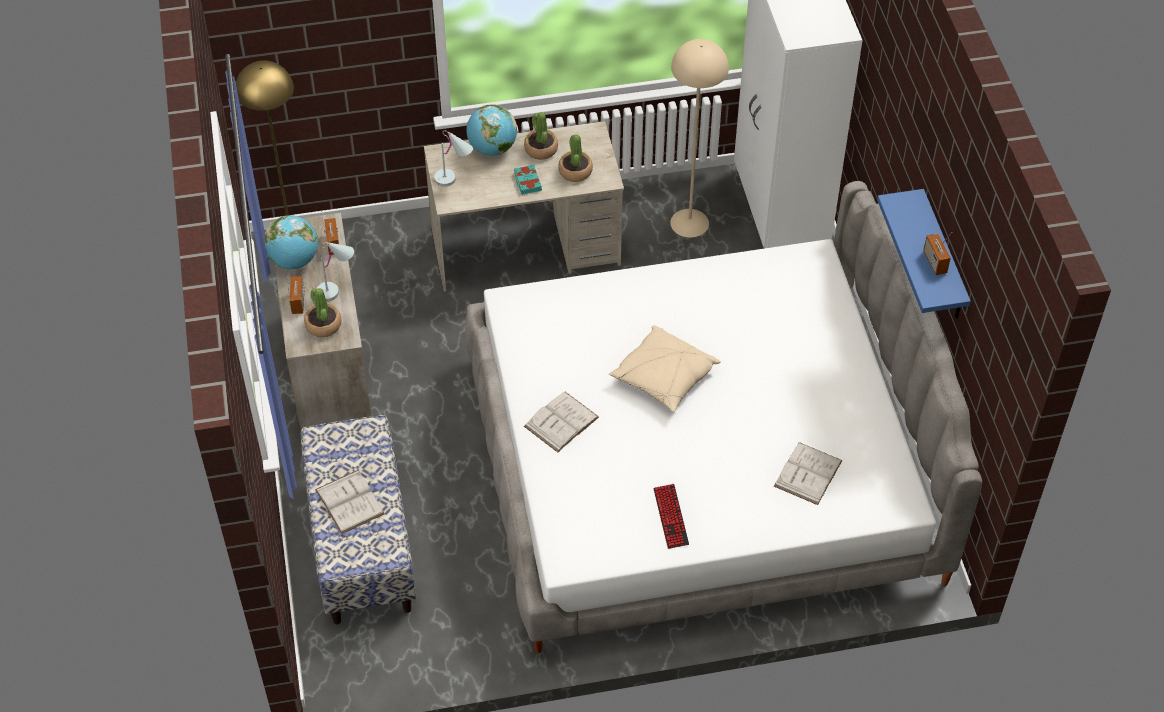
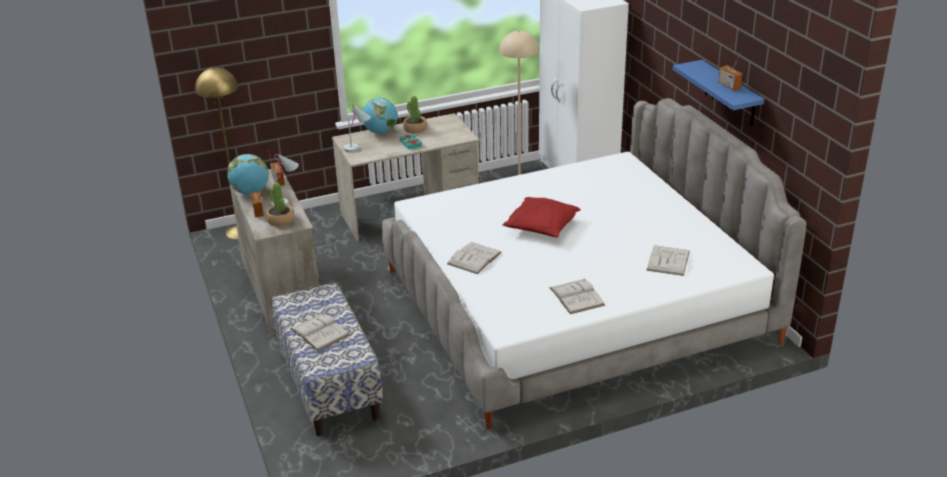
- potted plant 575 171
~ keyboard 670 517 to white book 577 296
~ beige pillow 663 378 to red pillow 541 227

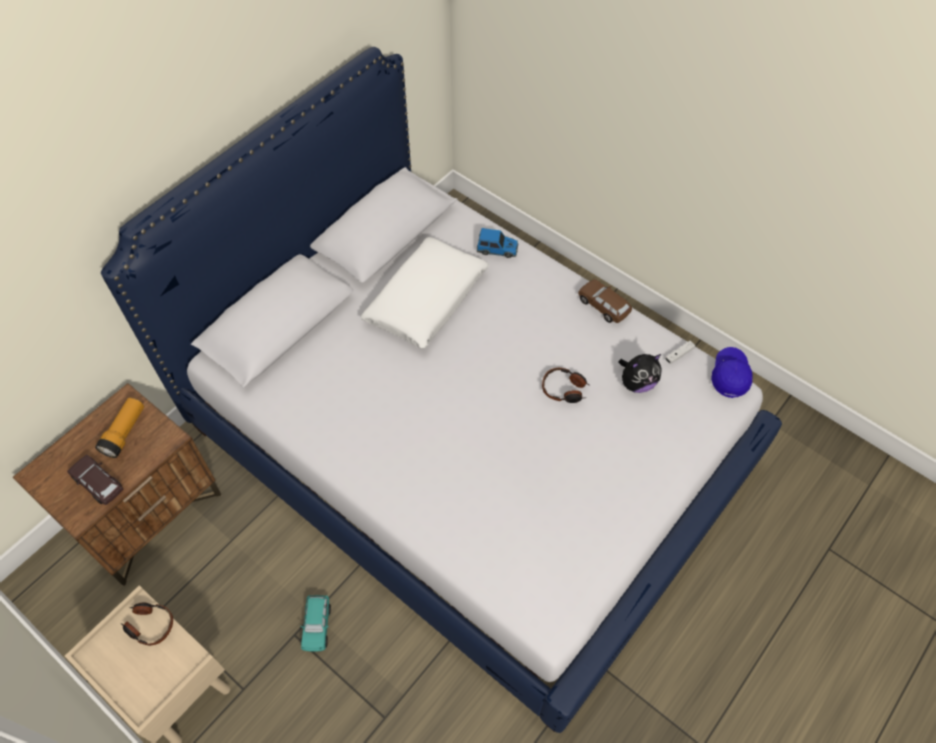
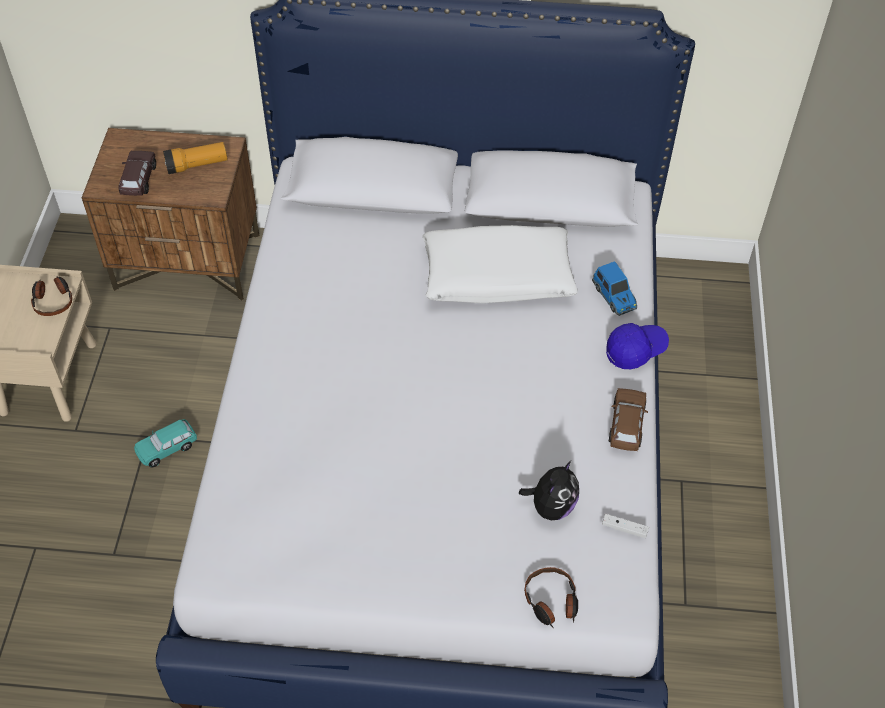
~ headphones 564 389 to 551 602
~ blue cap 729 376 to 635 350
~ plush toy 637 383 = 551 506 90 degrees counterclockwise

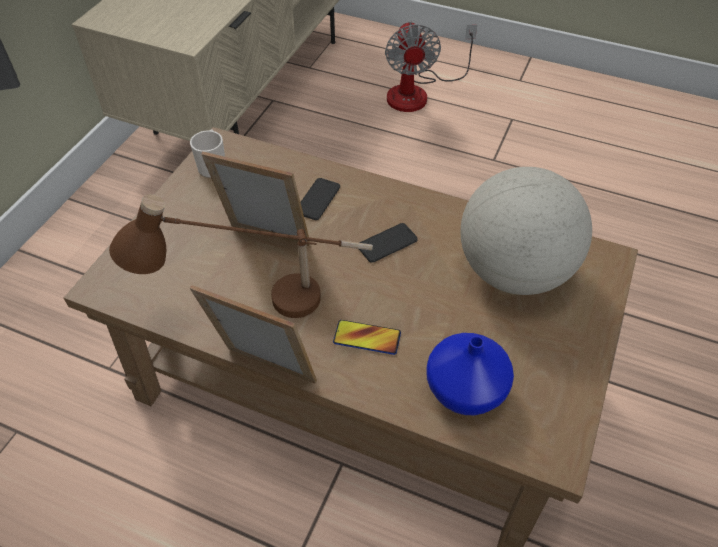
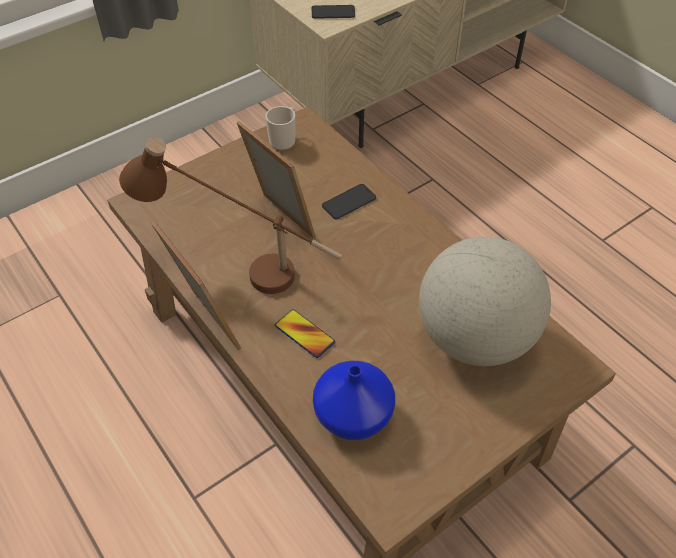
- fan 418 92
~ phone 387 243 to 333 12

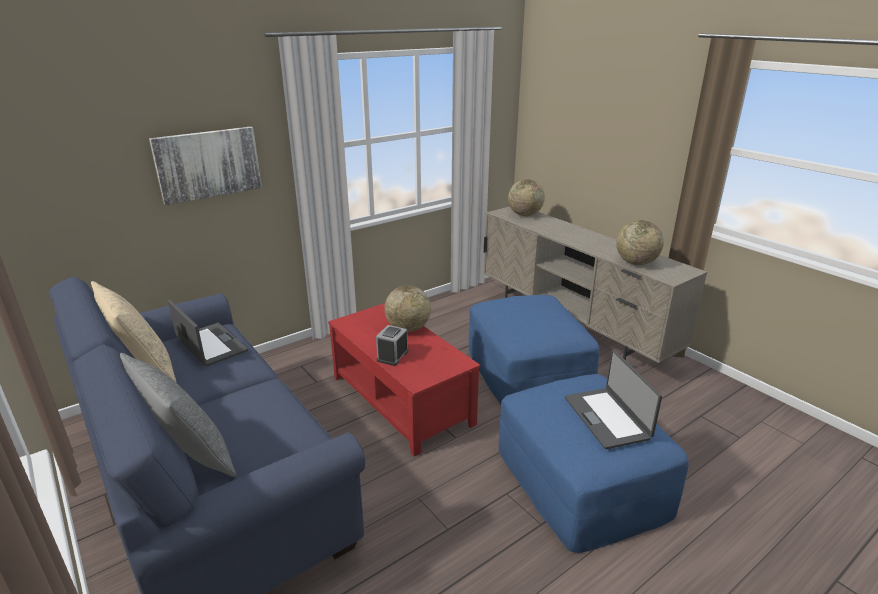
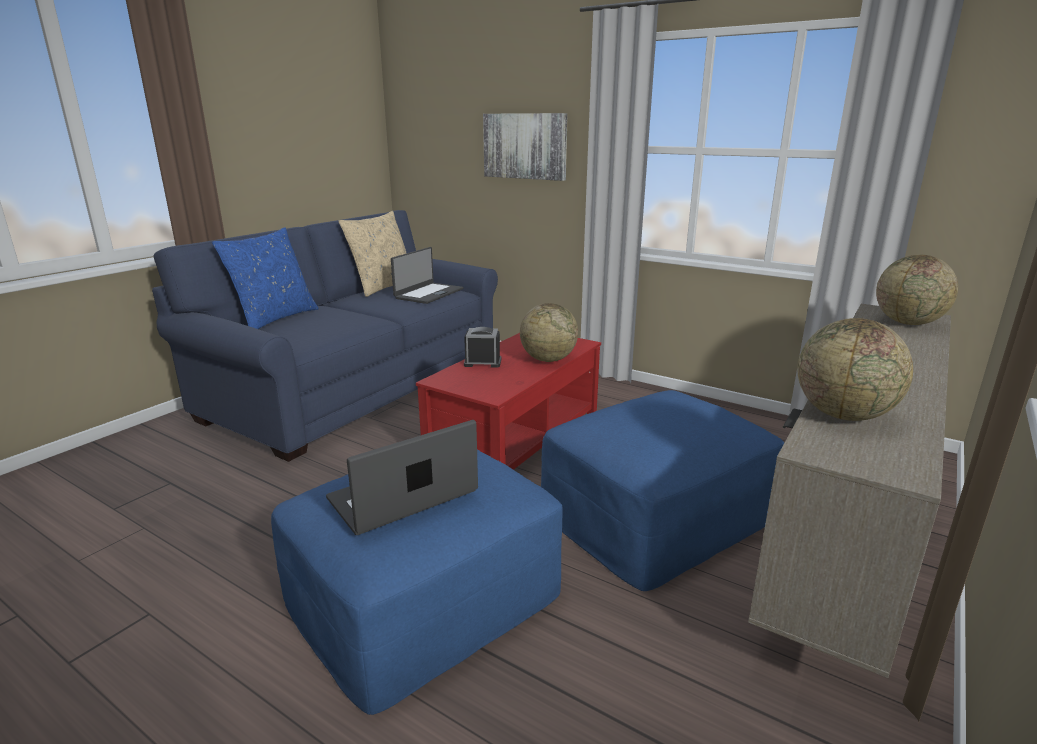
~ grey pillow 189 458 to blue pillow 275 318

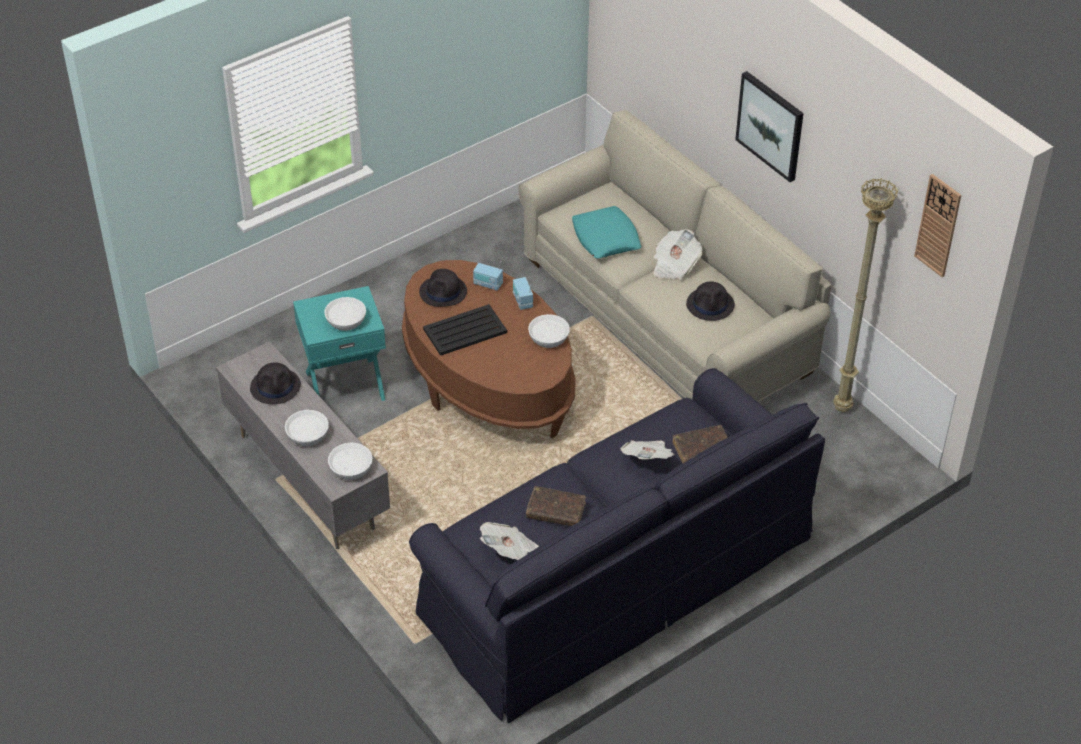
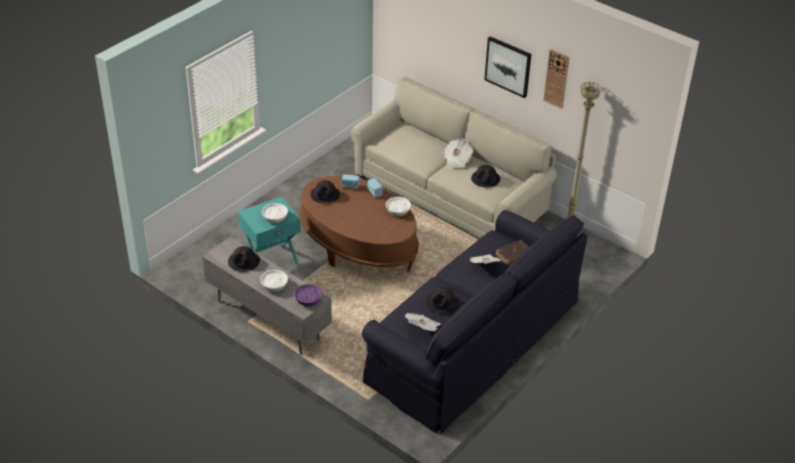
- black tray 464 331
- turquoise pillow 606 238
~ wall clock 938 225 to 556 78
~ brown book 556 511 to black hat 442 302
~ white bowl 350 468 to purple bowl 308 299

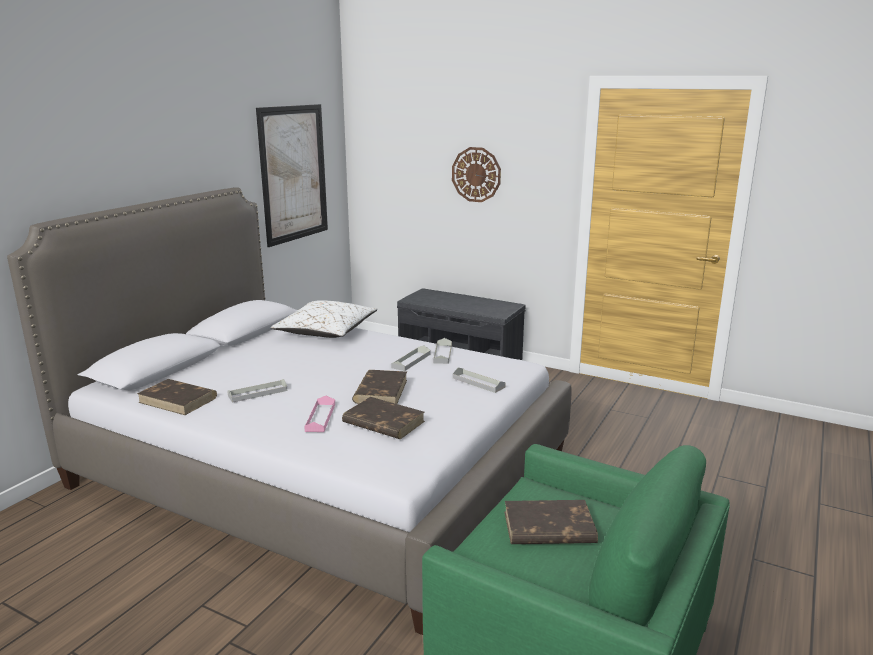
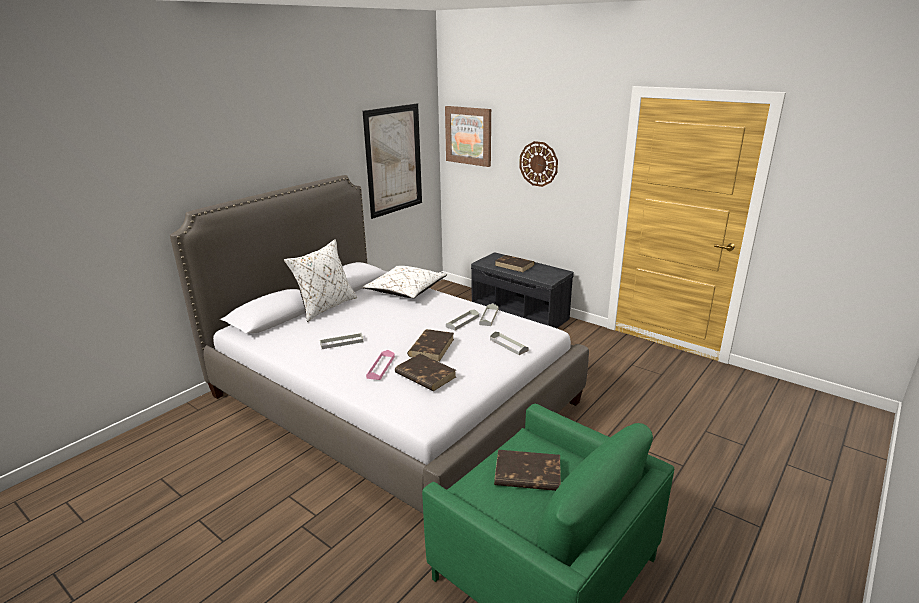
+ white pillow 325 307
+ picture 469 135
~ brown book 178 400 to 514 265

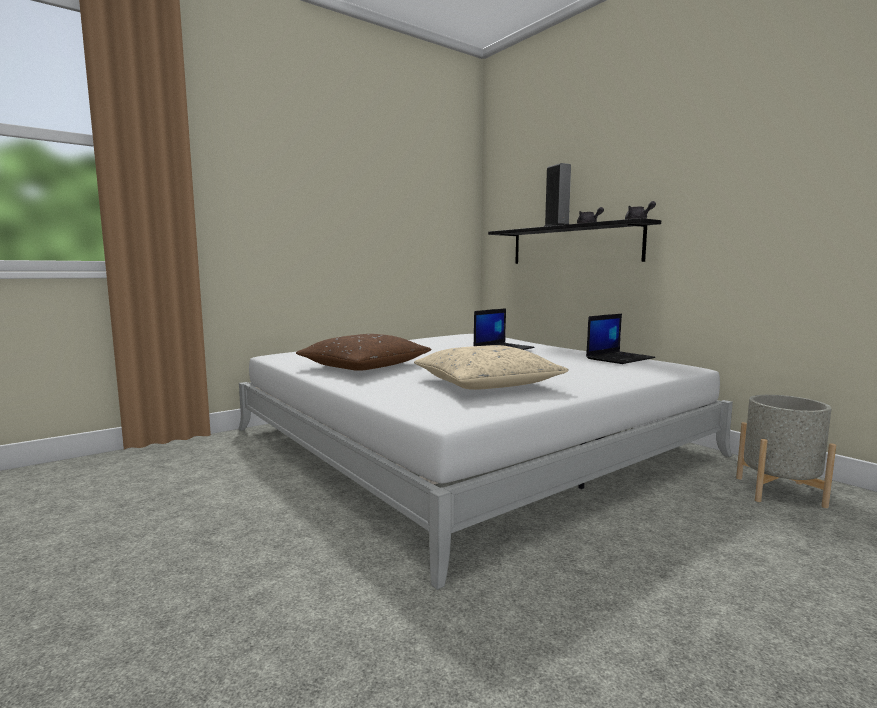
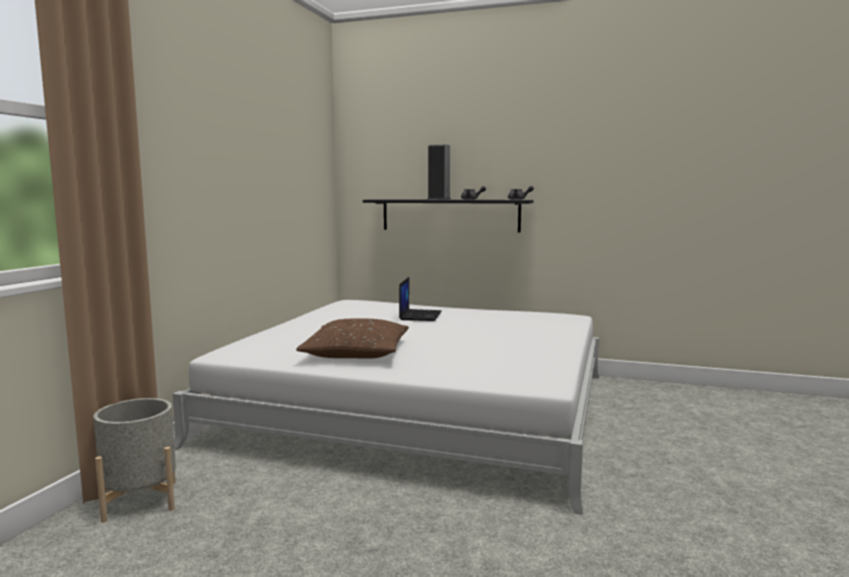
- beige pillow 486 384
- laptop 620 358
~ grey planter 779 491 to 140 500

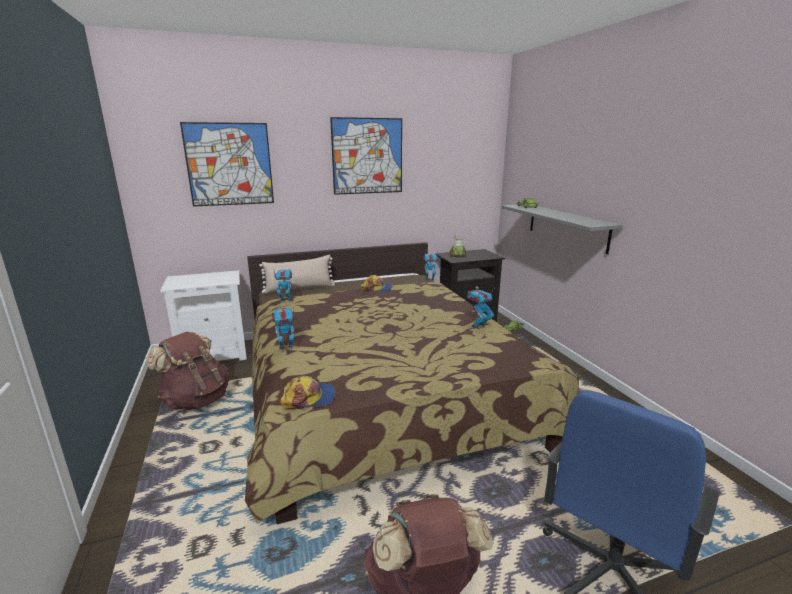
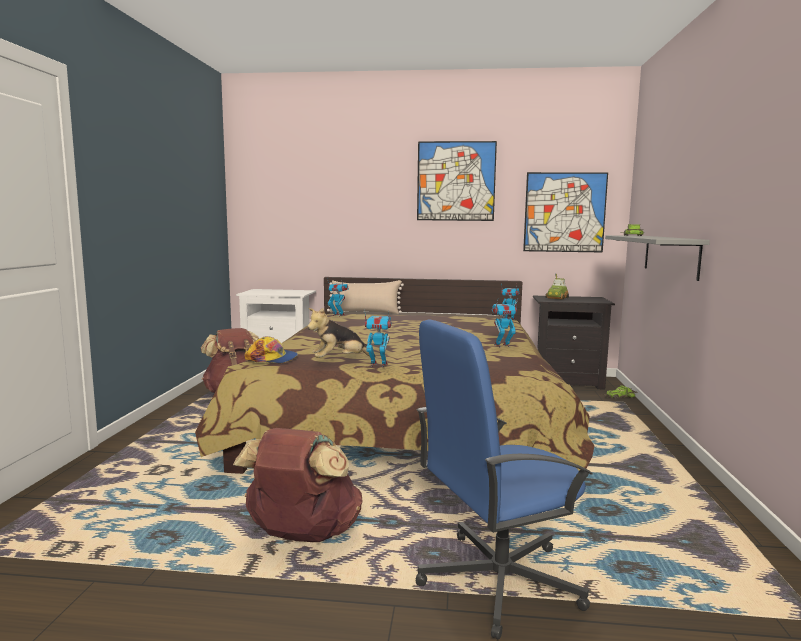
- cap 377 288
+ plush toy 339 361
~ picture 229 164 to 564 212
~ toy robot 286 348 to 378 365

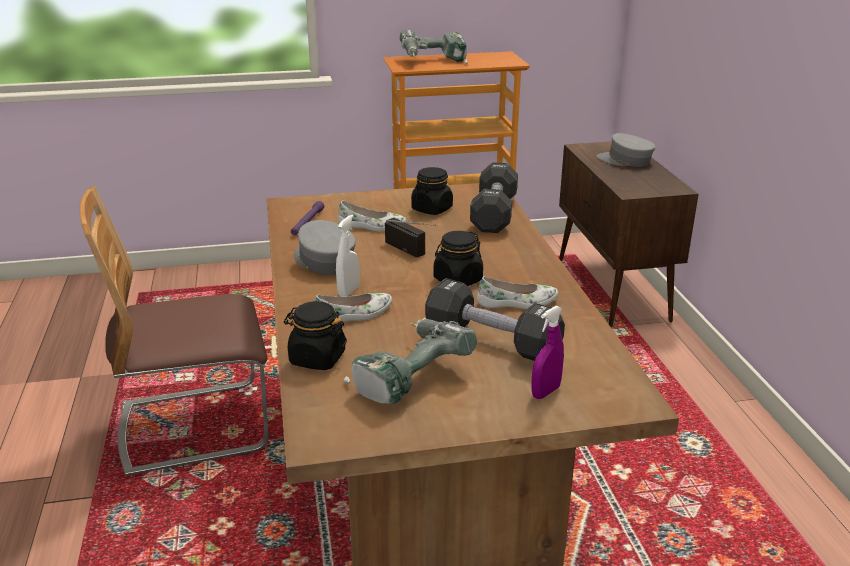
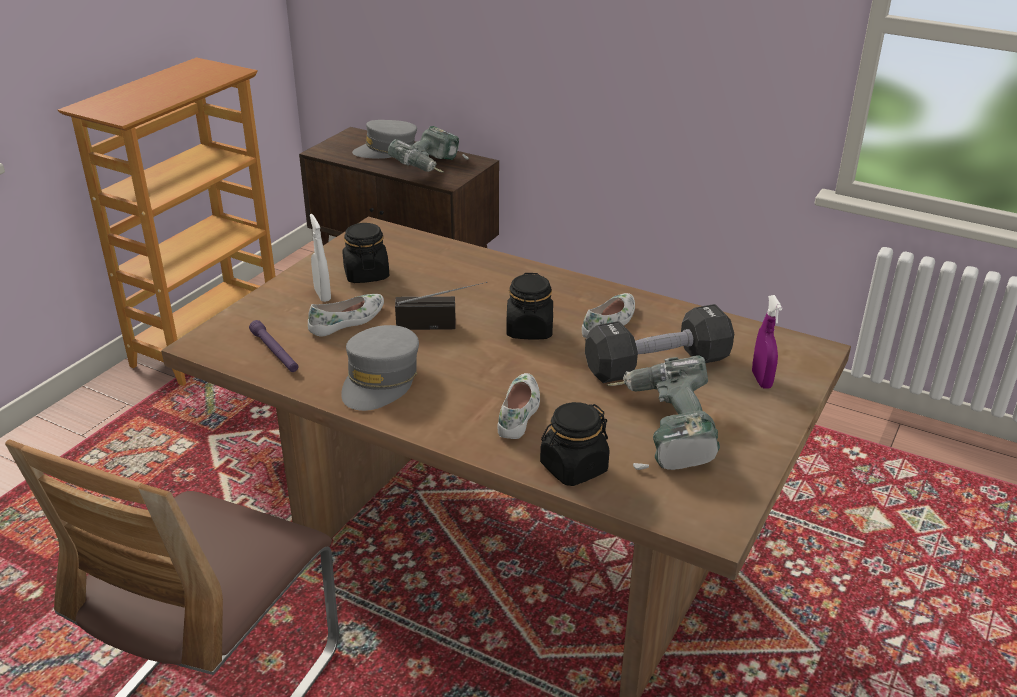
- black dumbbell 494 214
~ white spray bottle 348 291 to 322 295
~ power drill 433 62 to 431 168
~ grey cap 323 261 = 380 380 75 degrees counterclockwise

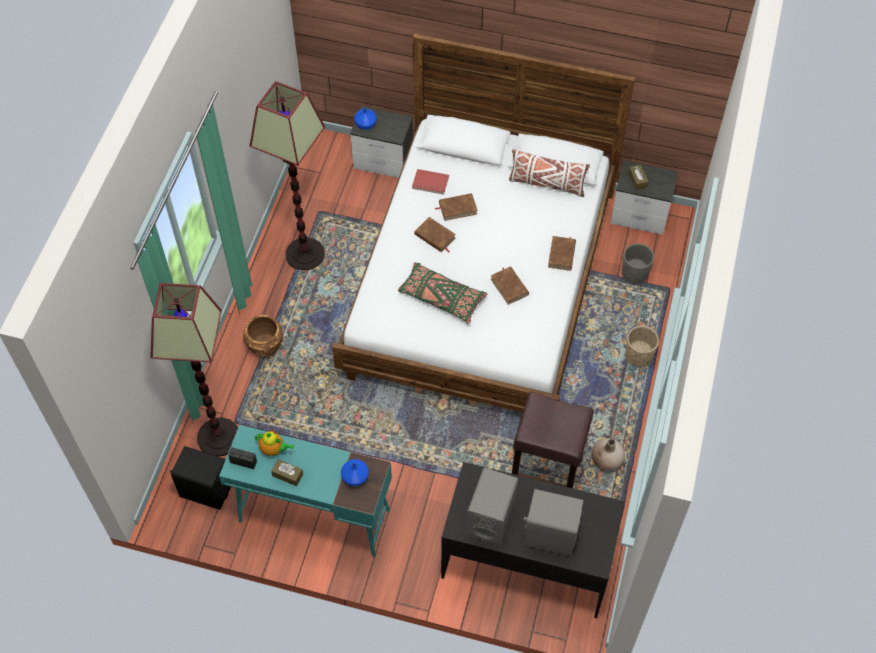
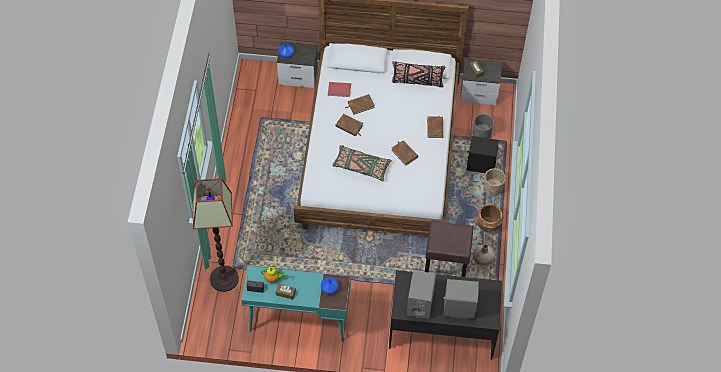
- floor lamp 305 254
~ black speaker 206 490 to 480 164
~ brown planter 265 346 to 488 225
~ white pillow 546 184 to black pillow 417 81

